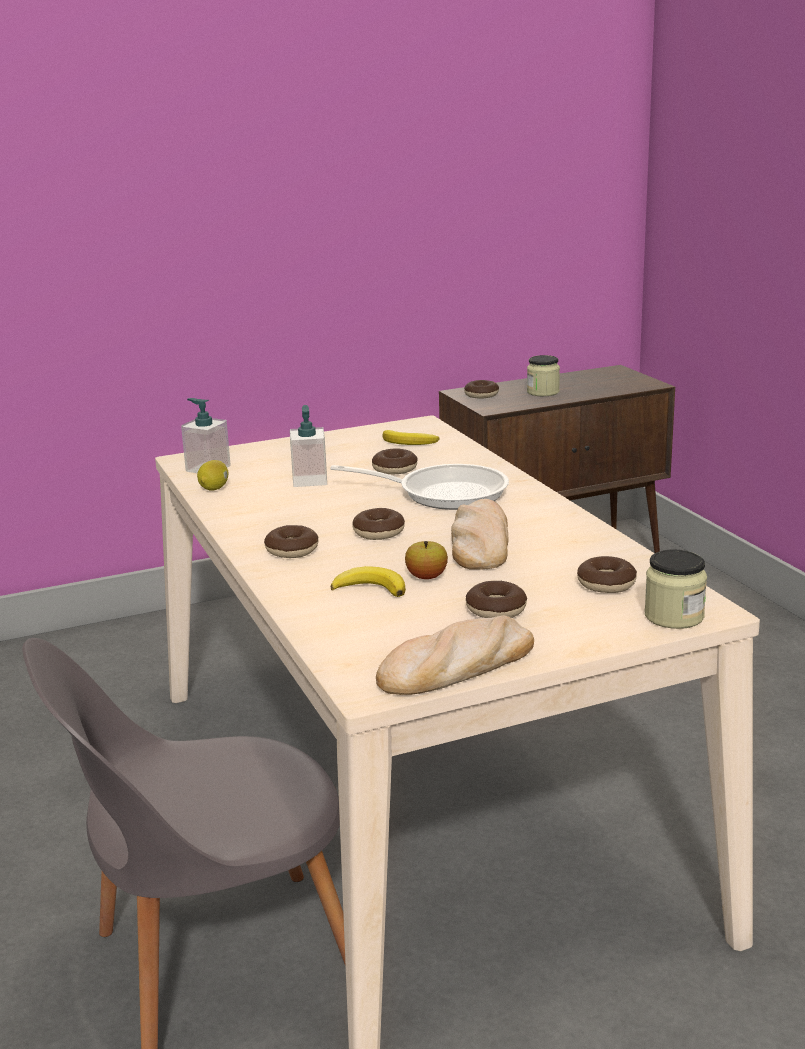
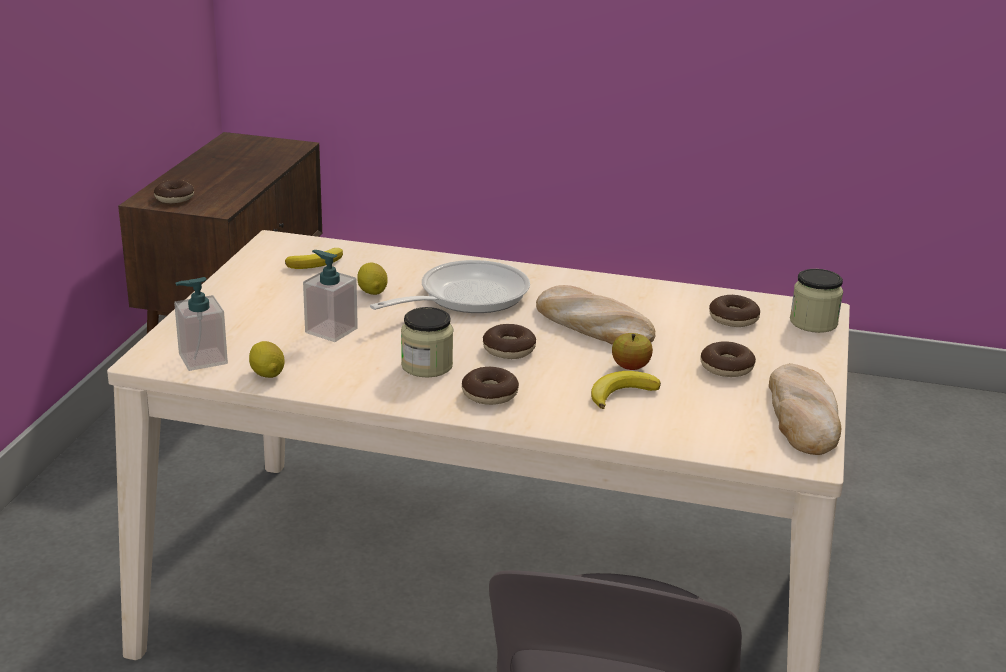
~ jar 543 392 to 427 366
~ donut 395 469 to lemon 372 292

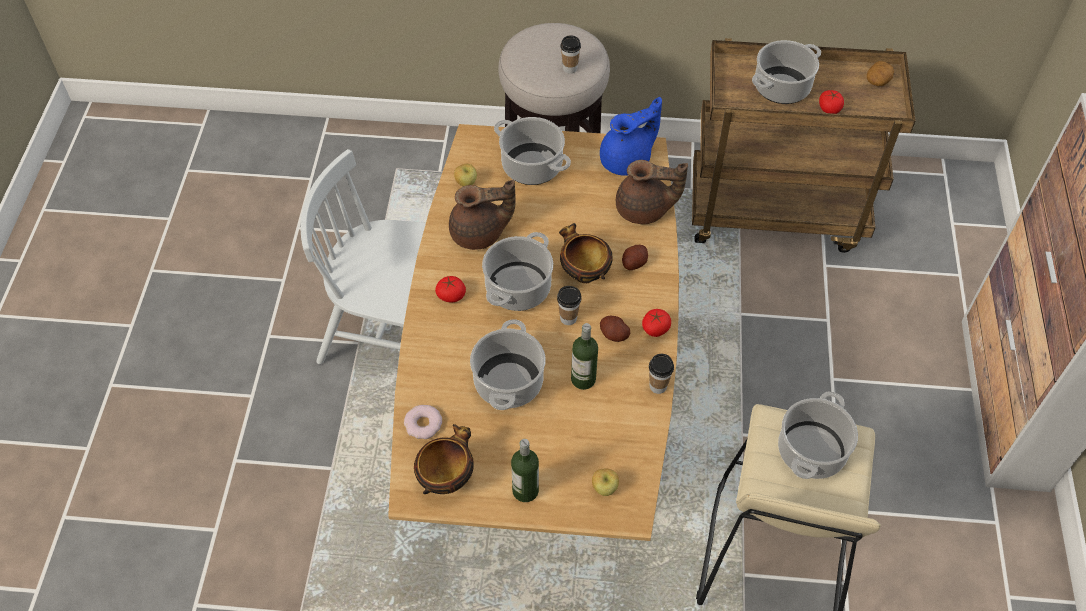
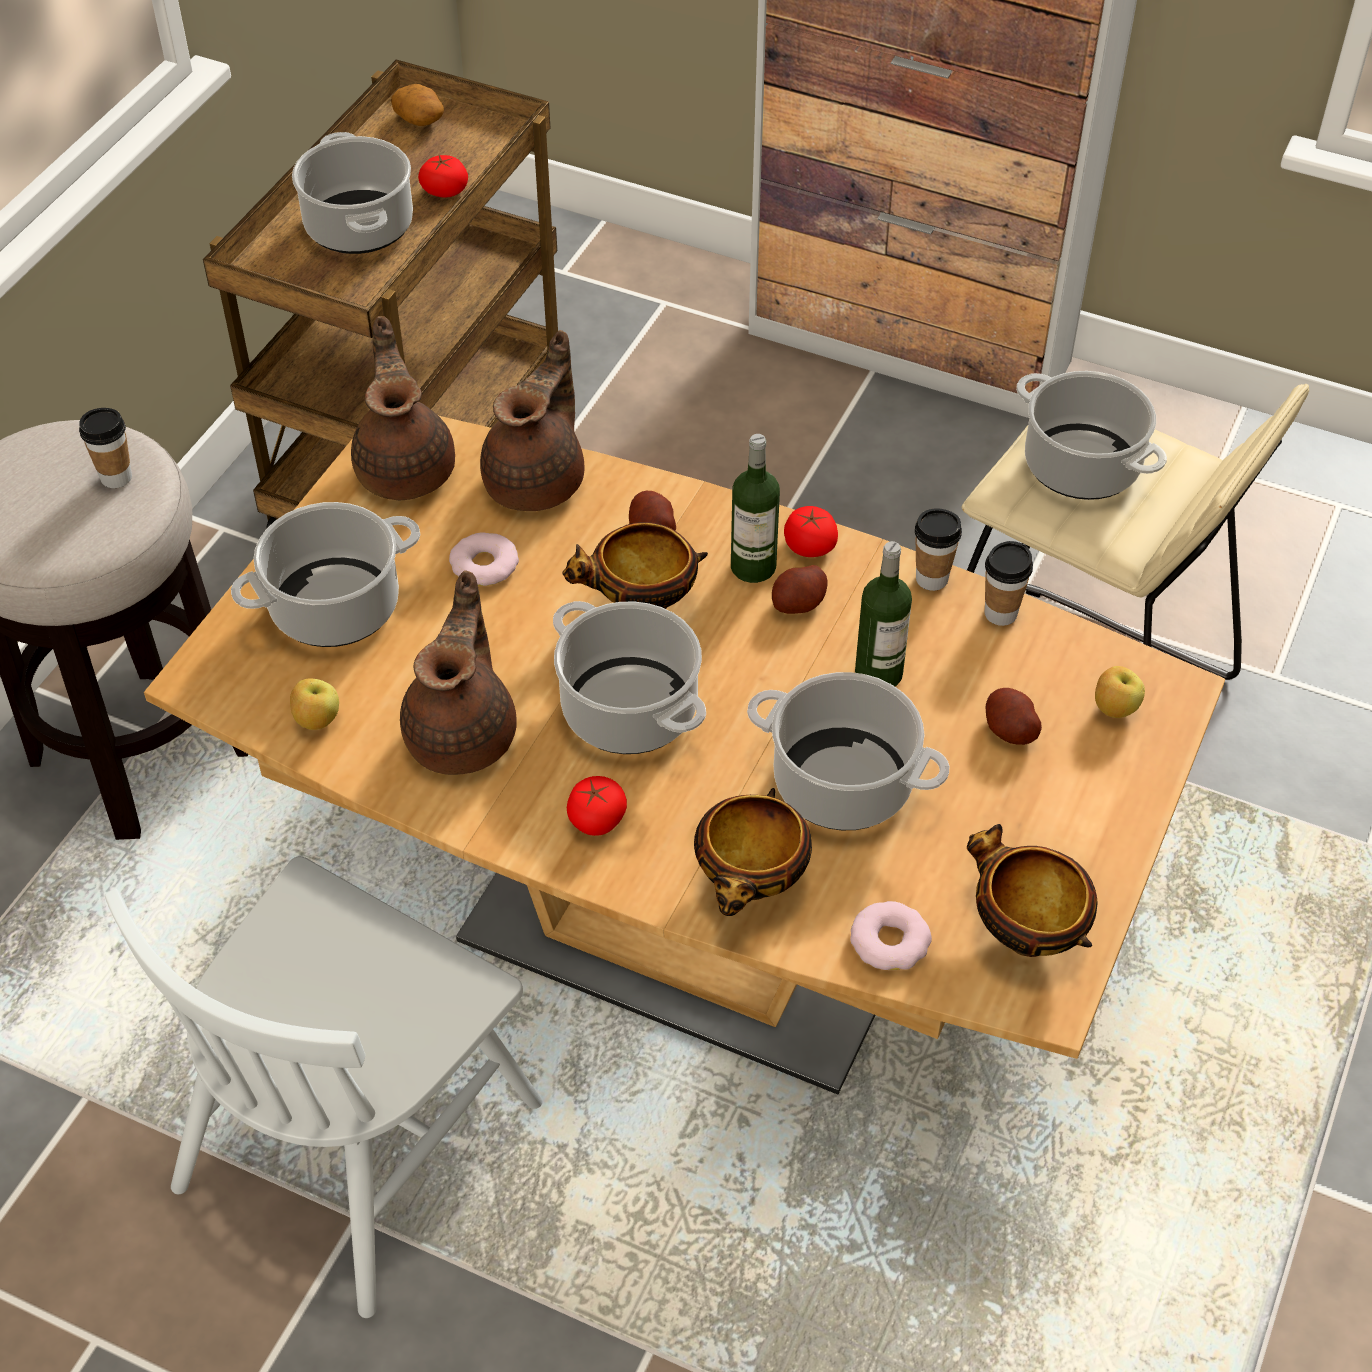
+ donut 484 565
+ bowl 751 886
+ potato 1009 730
~ bottle 525 490 to 753 567
~ cup 568 318 to 1000 613
~ blue teapot 627 160 to brown teapot 406 468

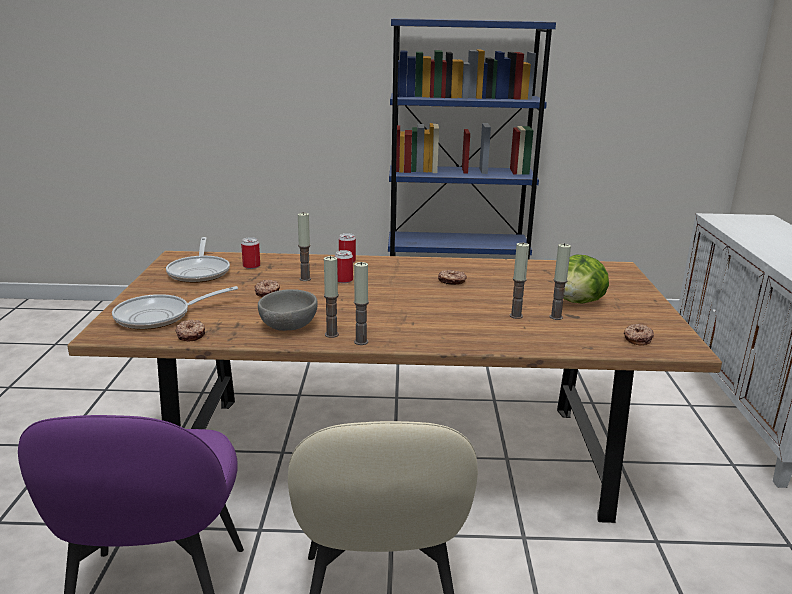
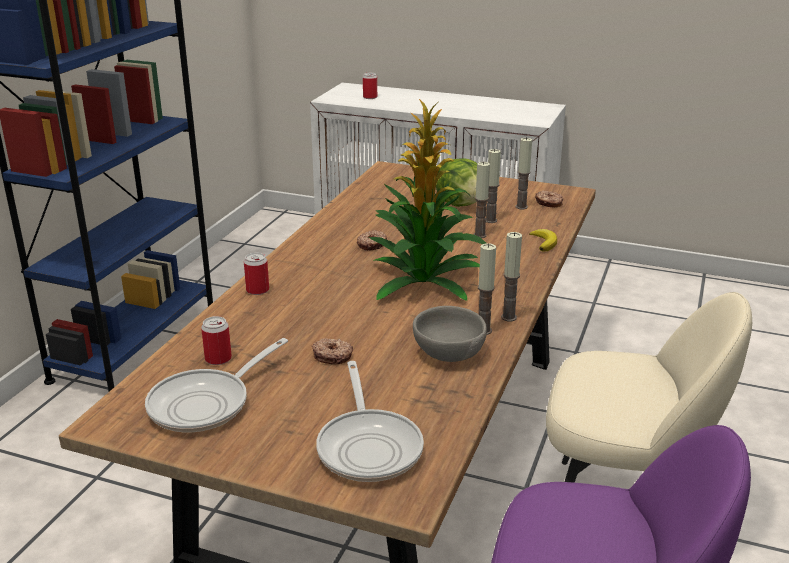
- donut 191 335
+ potted plant 425 281
+ banana 544 242
~ candle 305 279 to 521 207
~ can 344 280 to 370 97
~ frying pan 200 272 = 206 404 120 degrees clockwise

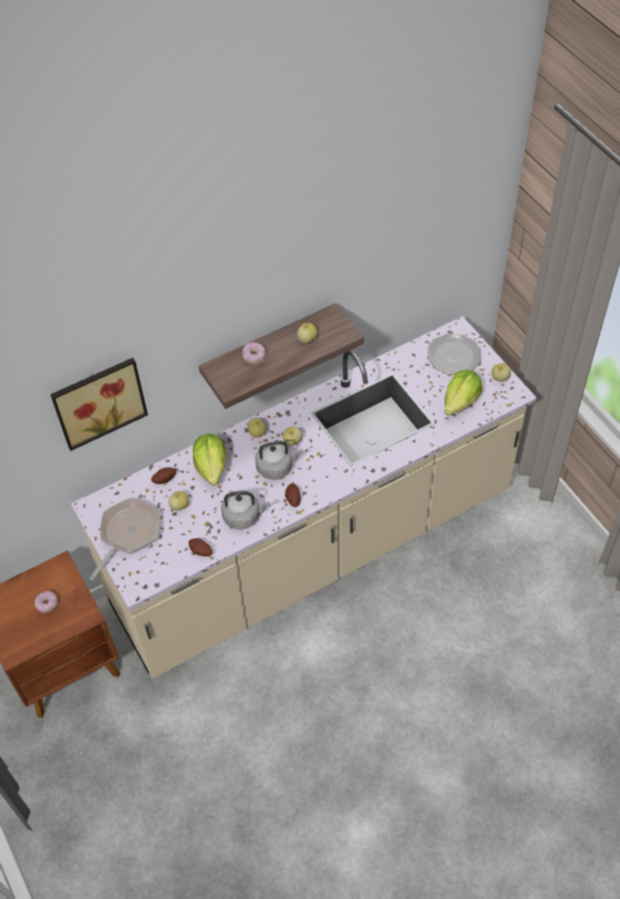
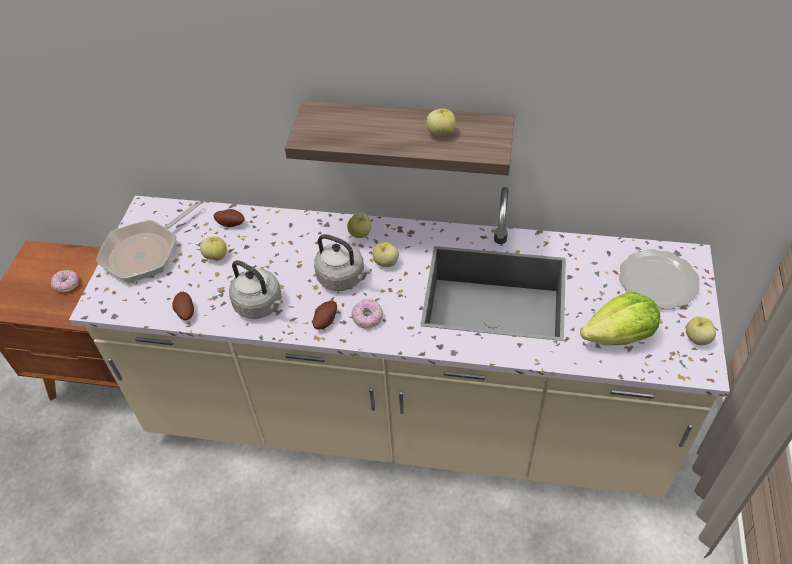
- picture 98 400
- lettuce 212 467
~ donut 254 357 to 367 318
~ frying pan 128 534 = 146 252 150 degrees clockwise

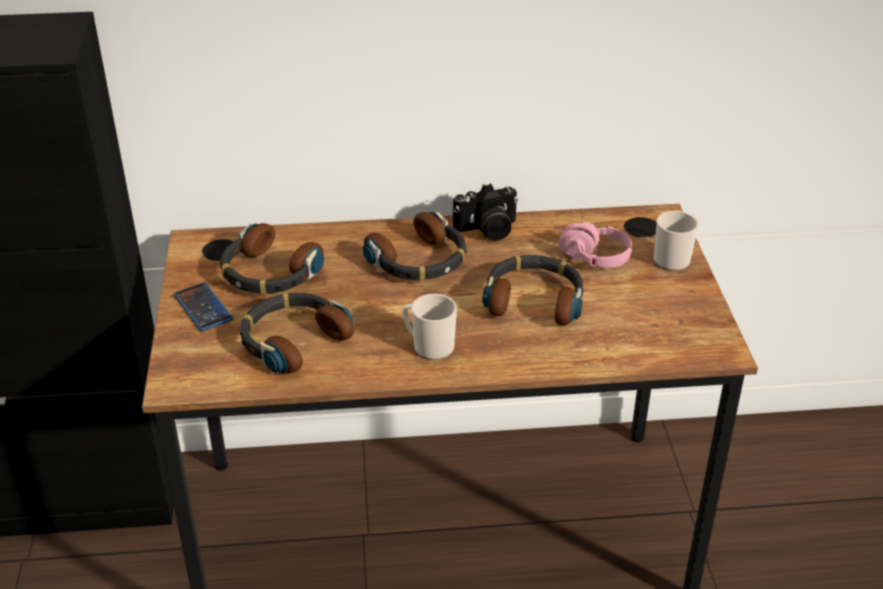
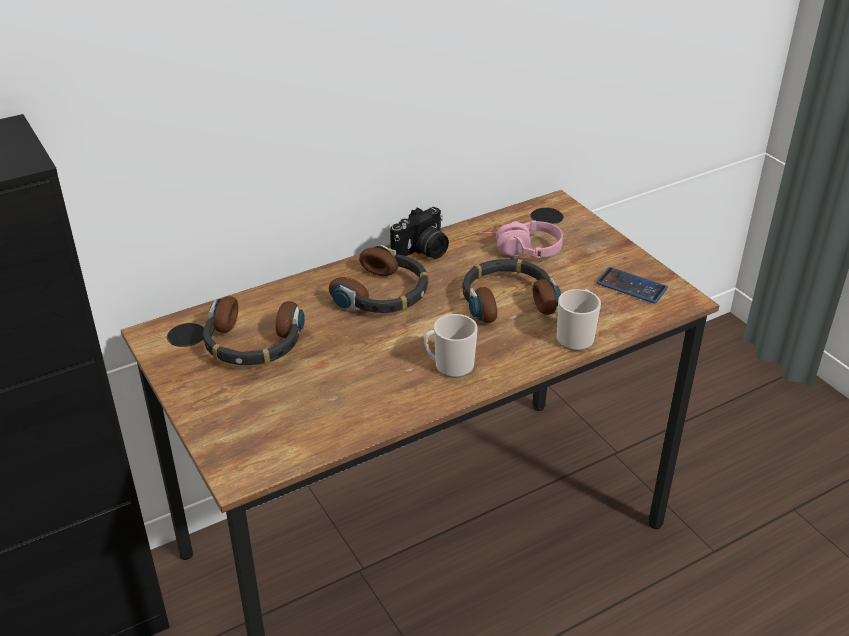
- headphones 293 340
~ phone 203 307 to 631 286
~ mug 674 258 to 576 337

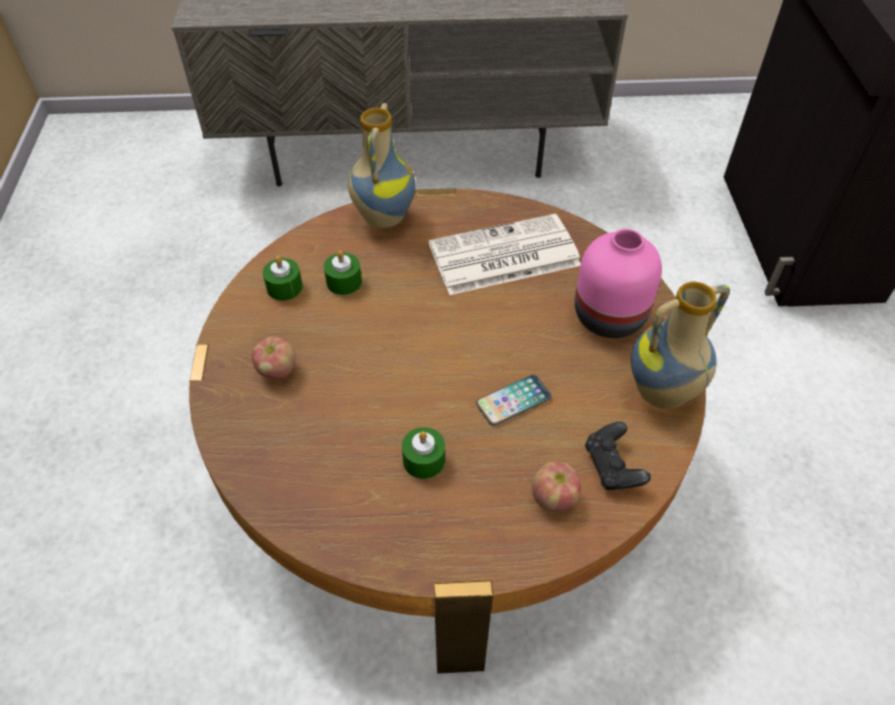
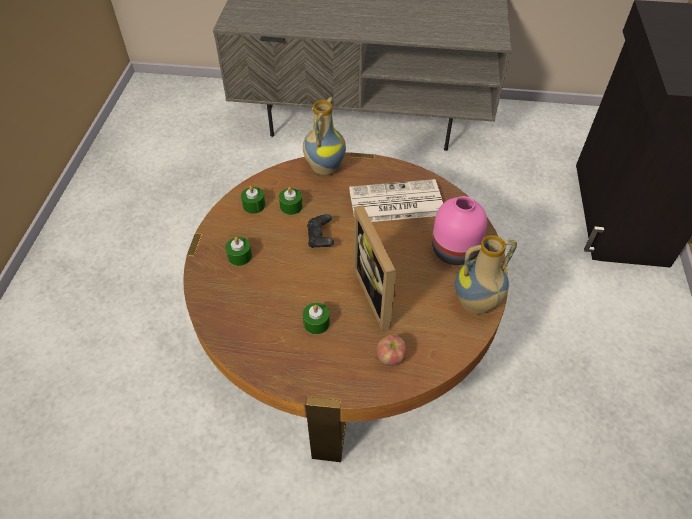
~ black game controller 613 467 to 320 238
~ apple 277 370 to green candle 239 256
~ phone 513 401 to picture frame 380 295

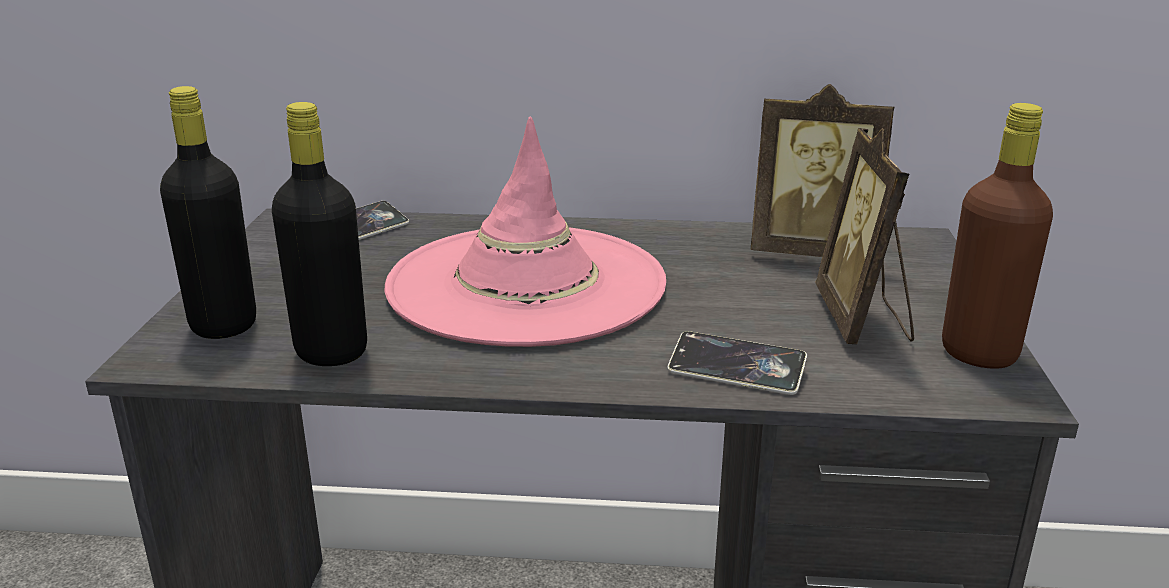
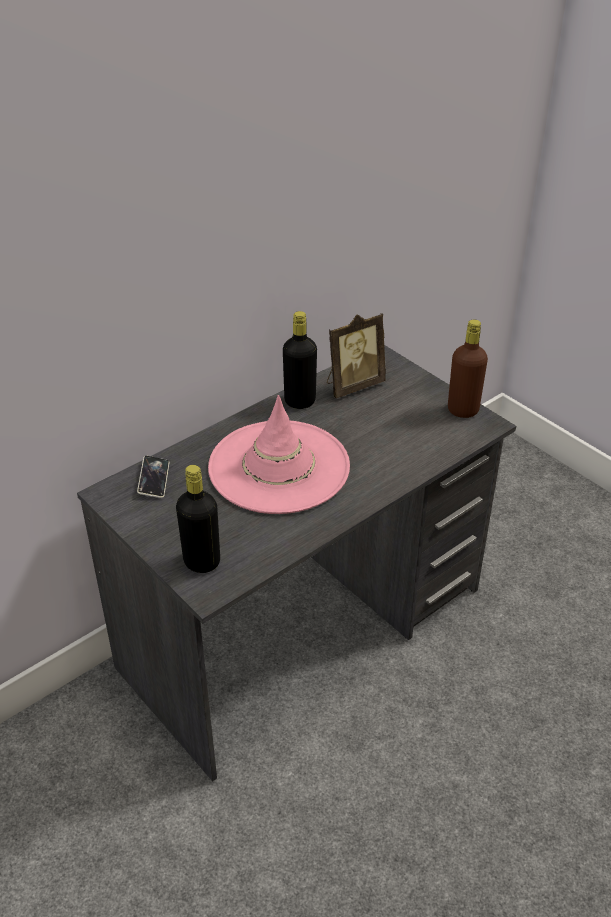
- phone 736 370
- picture frame 863 320
~ black bottle 331 351 to 300 401

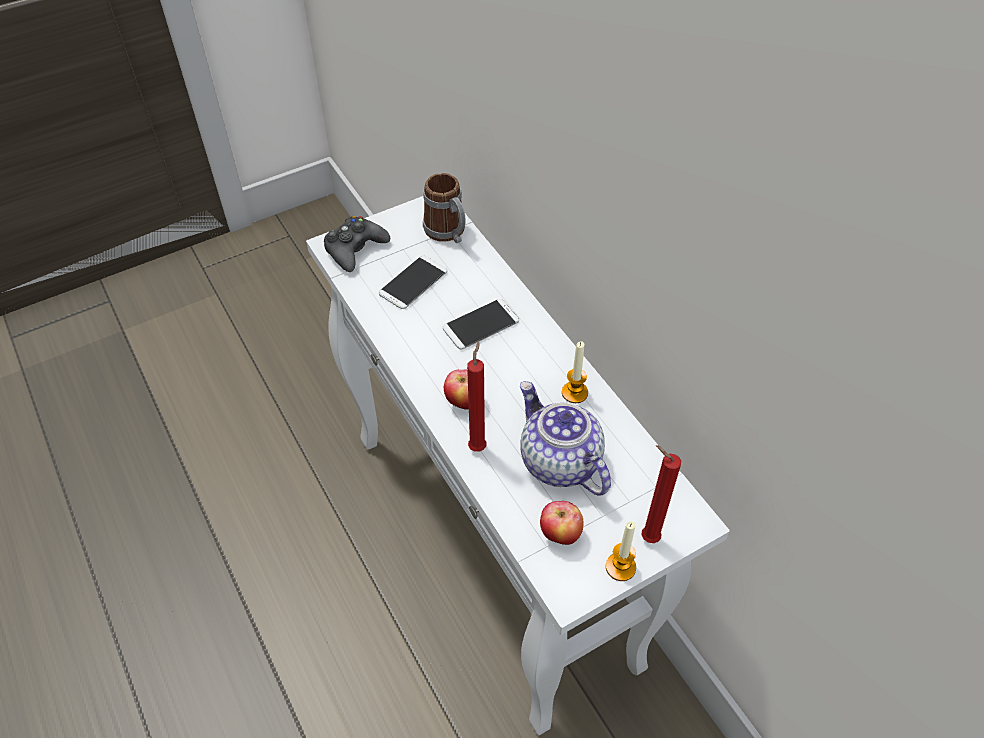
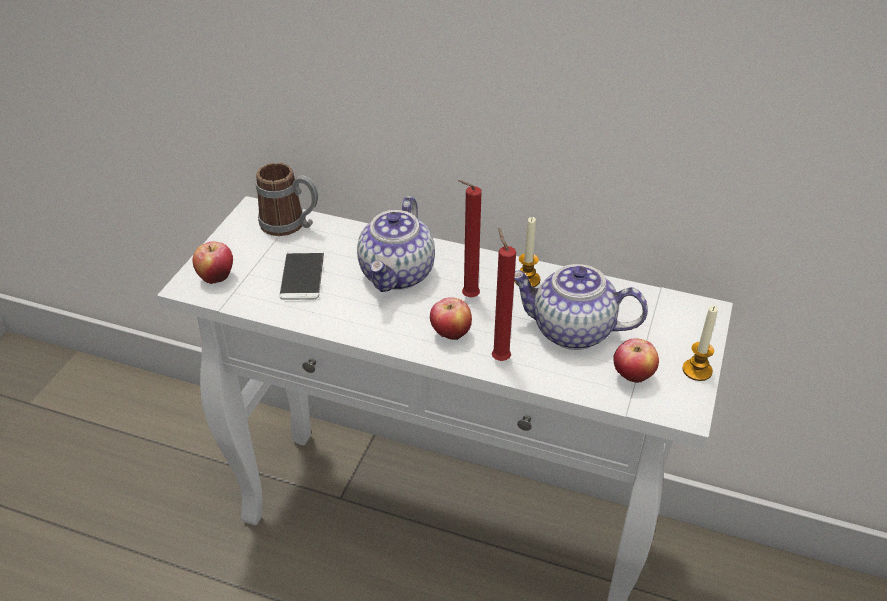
~ red candle 647 537 to 467 297
~ black game controller 355 249 to apple 216 277
~ phone 481 325 to teapot 398 274

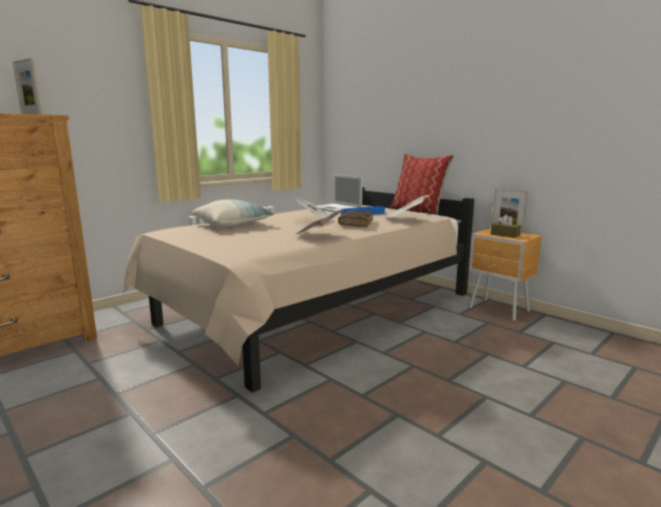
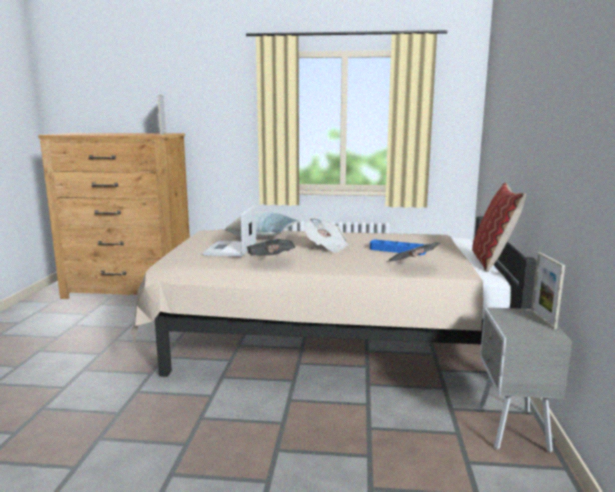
- brown book 356 223
- brown tissue box 505 235
~ laptop 337 209 to 230 249
~ brown nightstand 499 310 to grey nightstand 512 430

